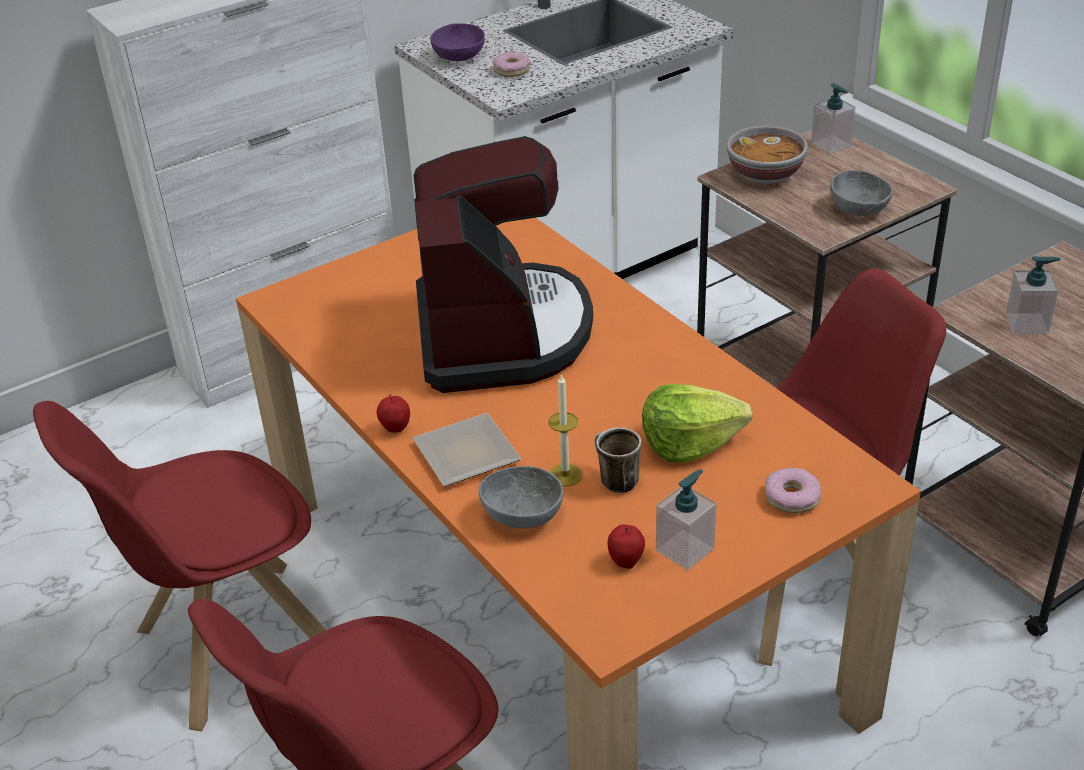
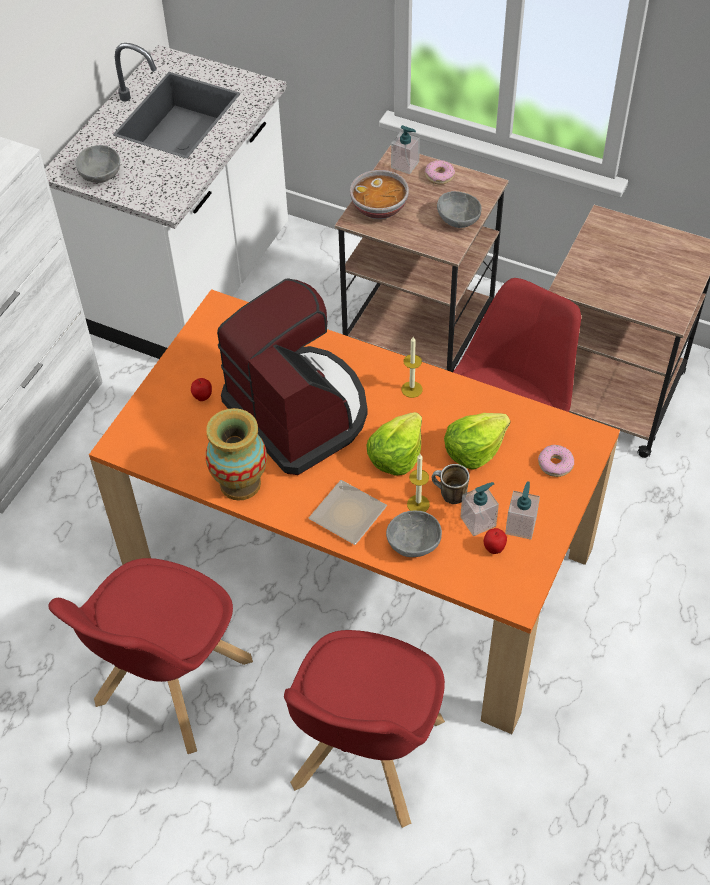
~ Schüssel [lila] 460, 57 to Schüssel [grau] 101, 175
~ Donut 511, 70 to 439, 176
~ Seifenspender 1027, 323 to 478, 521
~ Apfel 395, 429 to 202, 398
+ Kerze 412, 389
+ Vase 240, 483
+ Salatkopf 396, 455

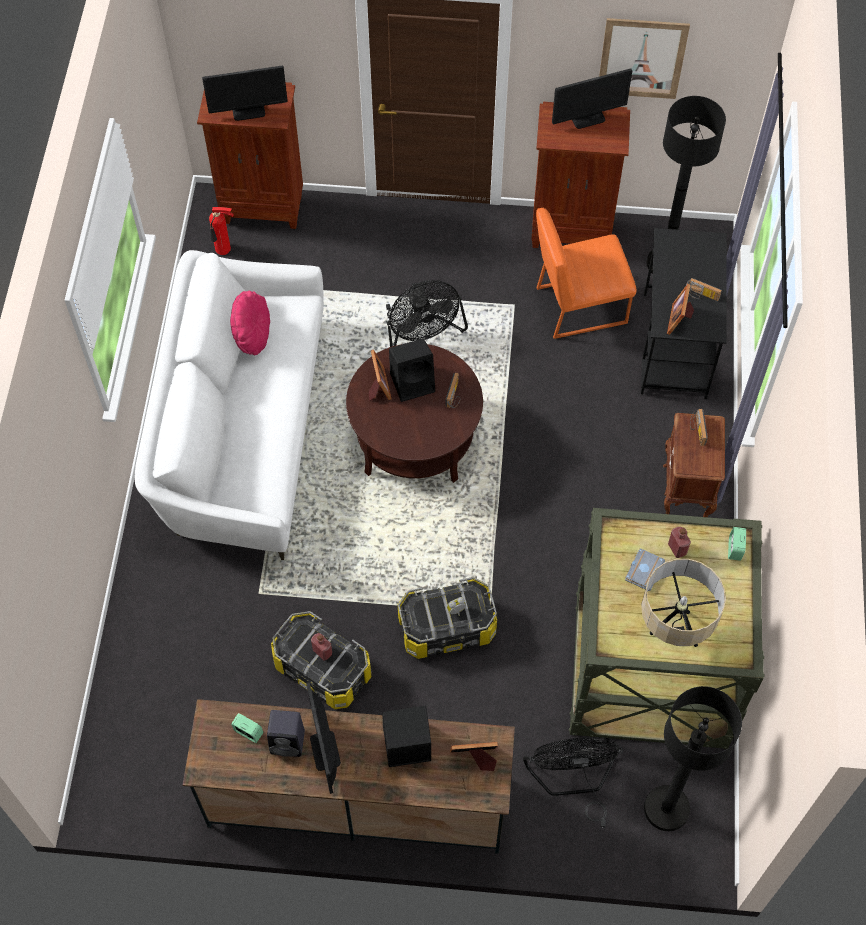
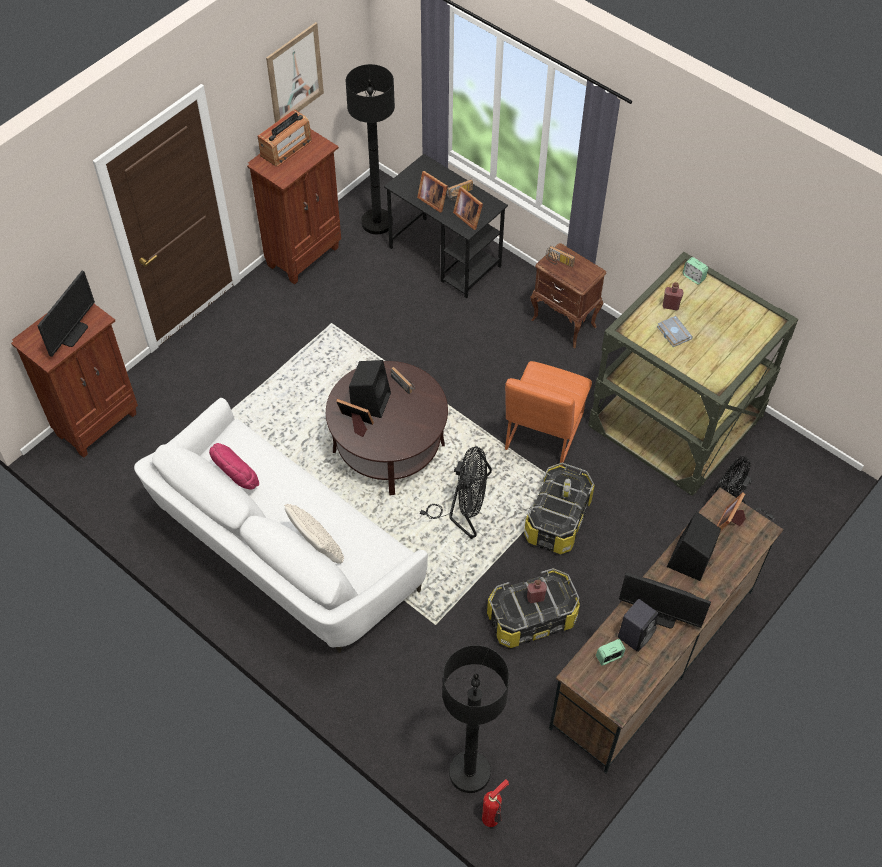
~ Monitor 587, 118 to Radio 286, 148
~ Feuerlöscher 223, 250 to 492, 818
~ Stuhl [orange] 578, 305 to 542, 433
~ Ventilator [schwarz] 419, 332 to 463, 506
- Tischlampe [beige] 673, 630
~ Stehlampe [schwarz] 666, 808 to 469, 772
+ Bilderrahmen 433, 200
+ Kissen [beige] 316, 548

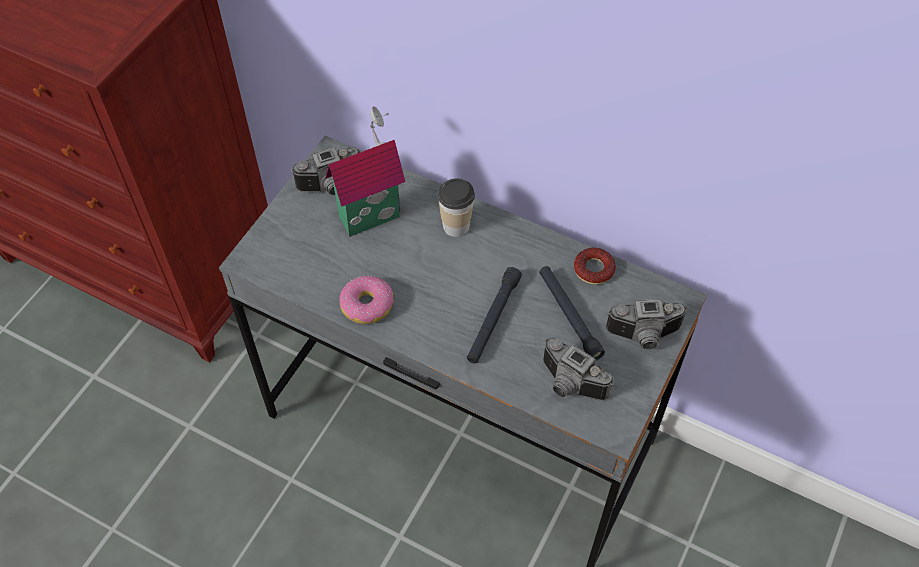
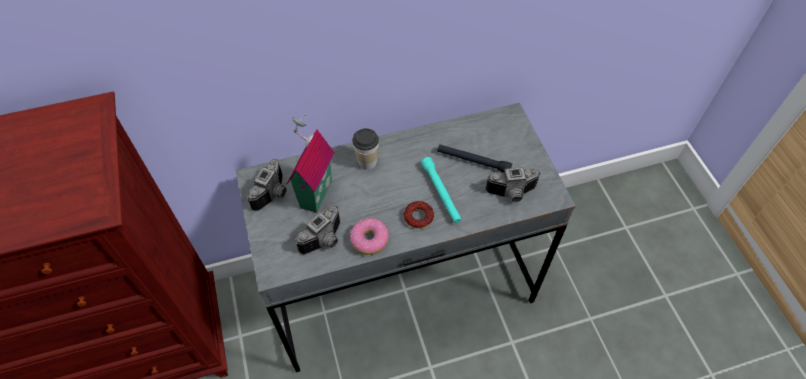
~ Donut 594, 269 to 418, 217
~ Taschenlampe [schwarz] 493, 319 to Taschenlampe [türkis] 441, 193
~ Kamera 644, 337 to 325, 240

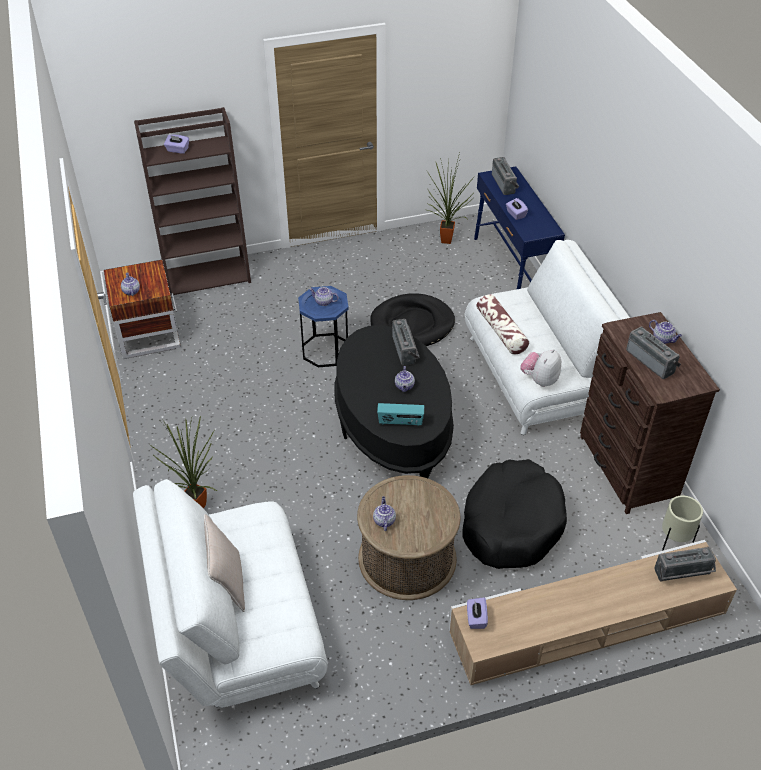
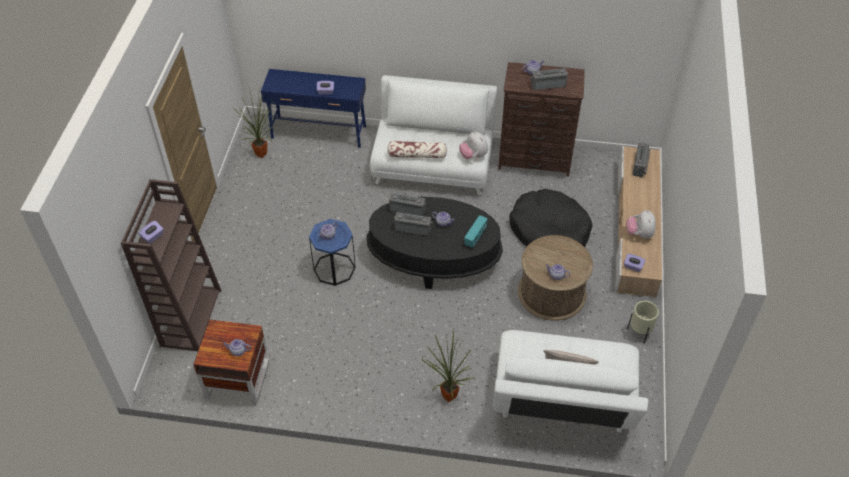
~ Radio 505, 184 to 413, 228
- Hundebett [schwarz] 412, 324
~ Pflanzkübel [beige] 674, 541 to 639, 333
+ Plüschtier 639, 234

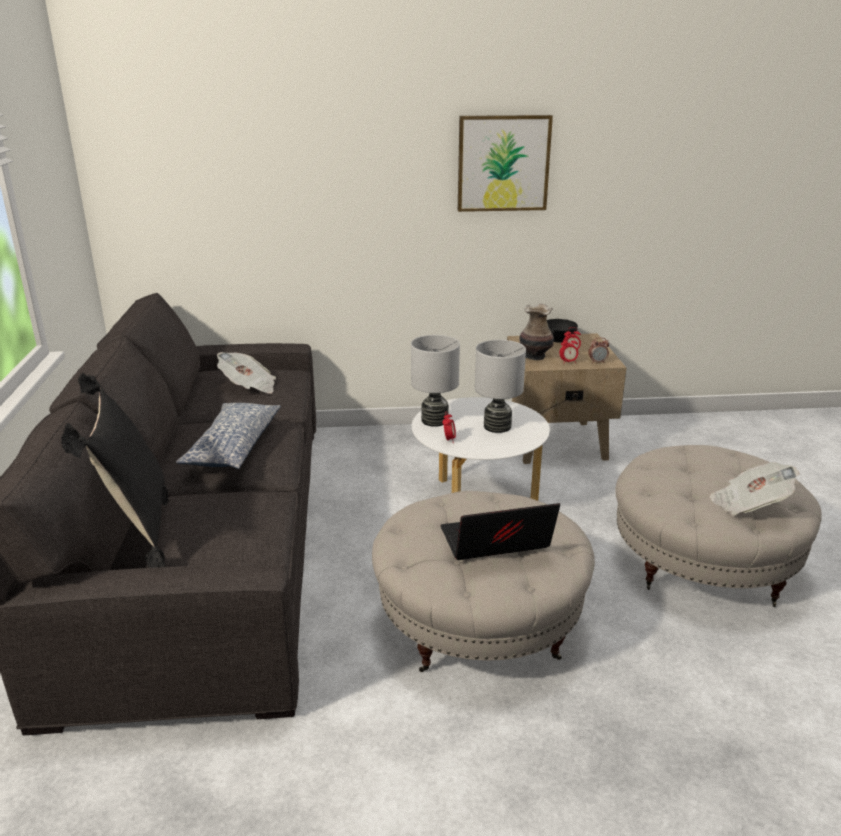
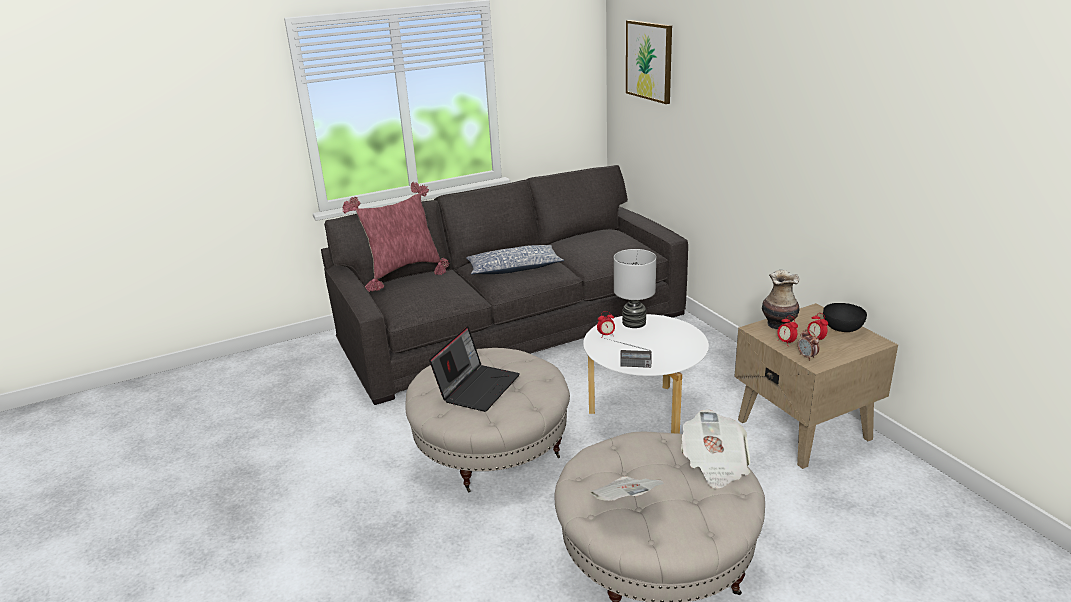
~ Bild 503, 163 to 649, 61
- Tischlampe [grau] 497, 427
~ Zeitung 249, 387 to 714, 465
~ Kissen [schwarz] 134, 538 to Kissen [rot] 403, 279
~ Laptop 494, 544 = 477, 387 60 degrees clockwise
+ Radio 627, 365

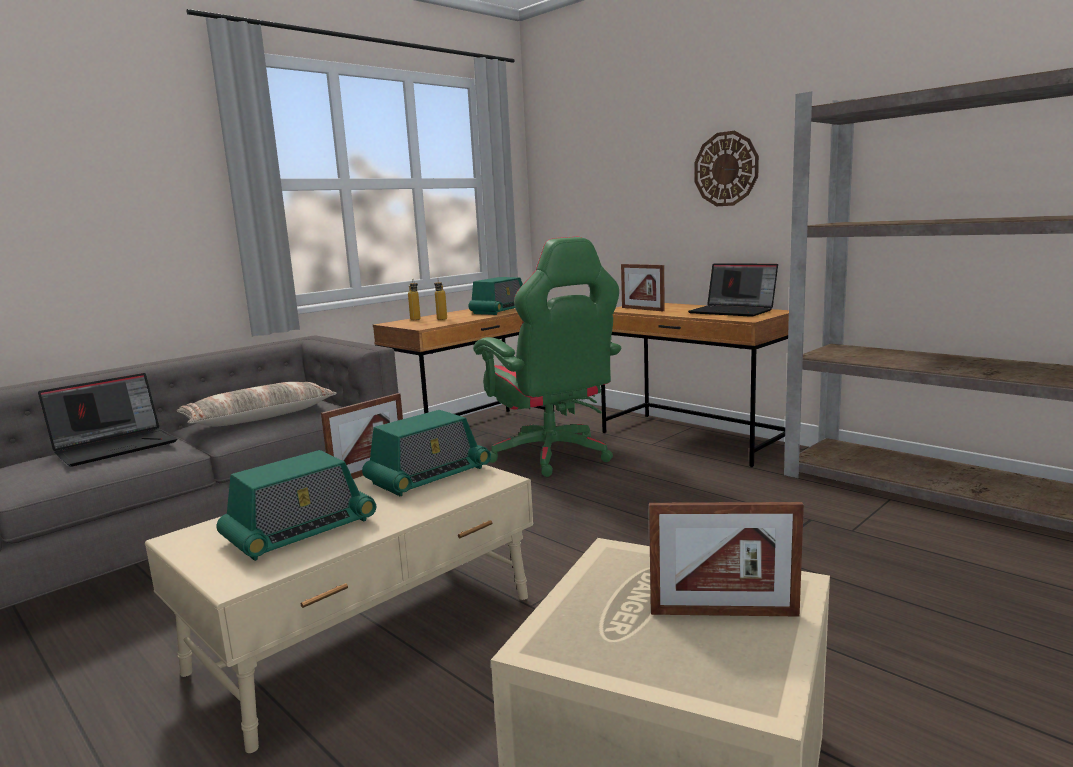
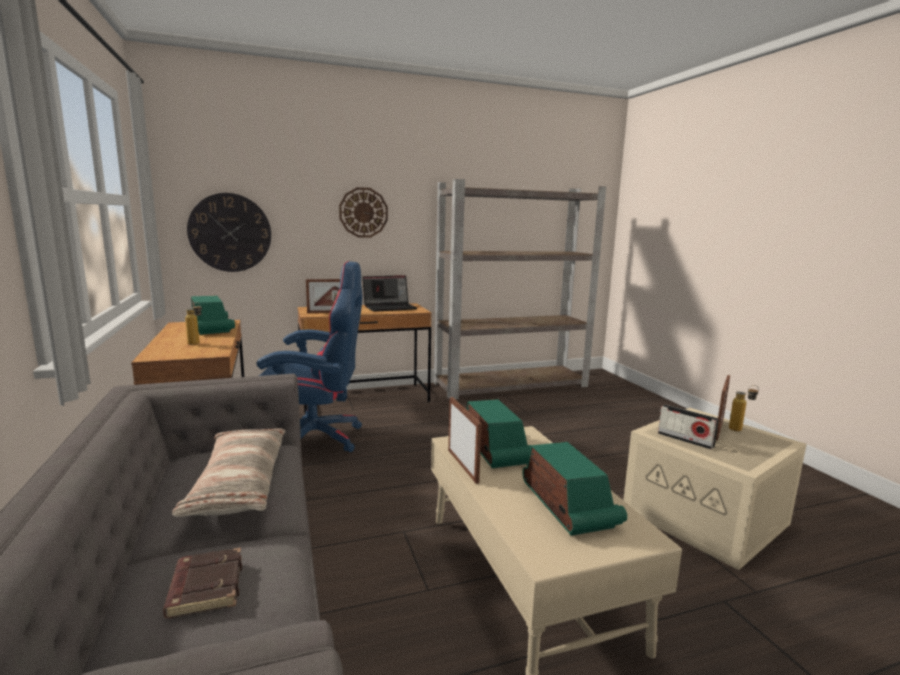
~ Bürostuhl [grün] 551, 455 to Bürostuhl [blau] 313, 439
~ Flasche 416, 320 to 740, 429
~ Laptop 116, 446 to Buch [braun] 205, 587
+ Wanduhr 230, 232
+ Radio 685, 440

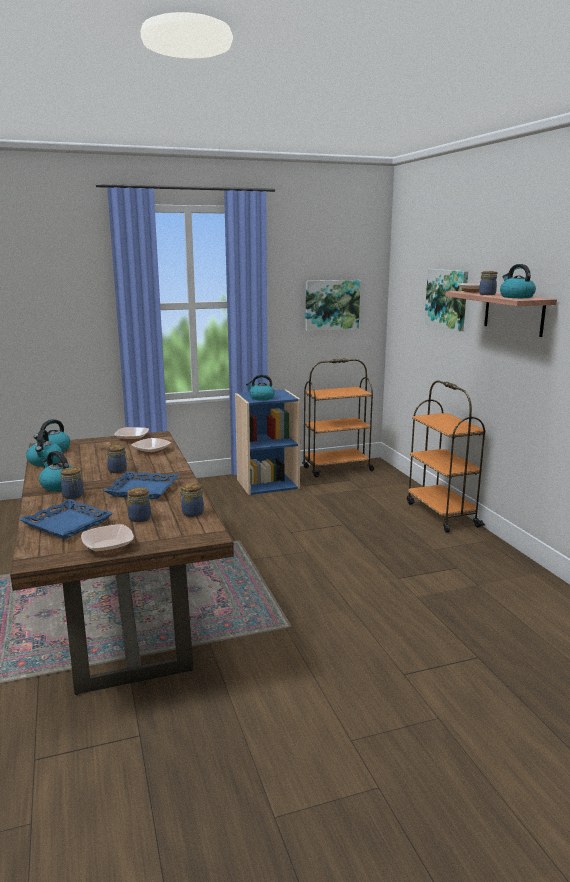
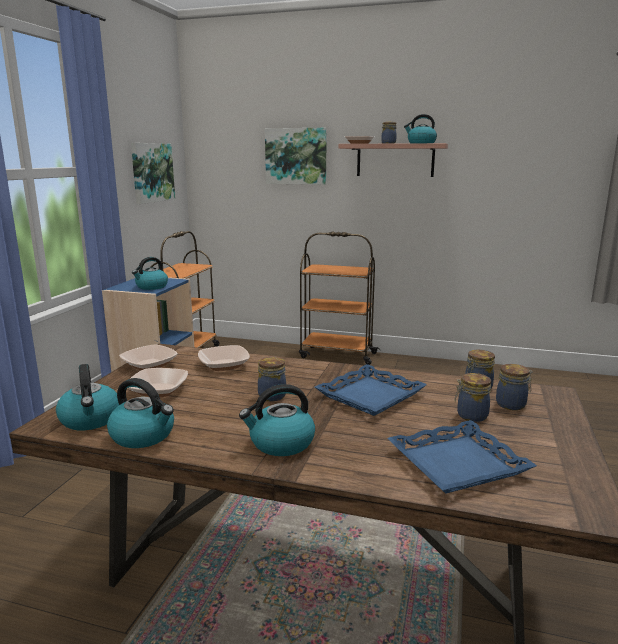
~ Vorratsglas 73, 496 to 512, 404
~ Schüssel 108, 546 to 158, 390

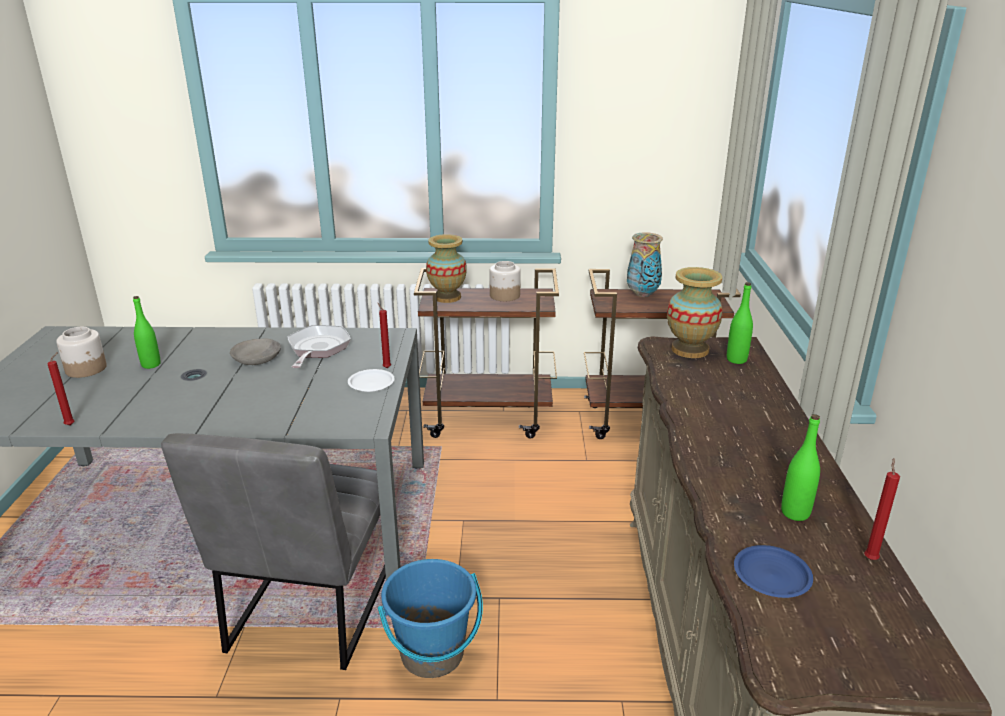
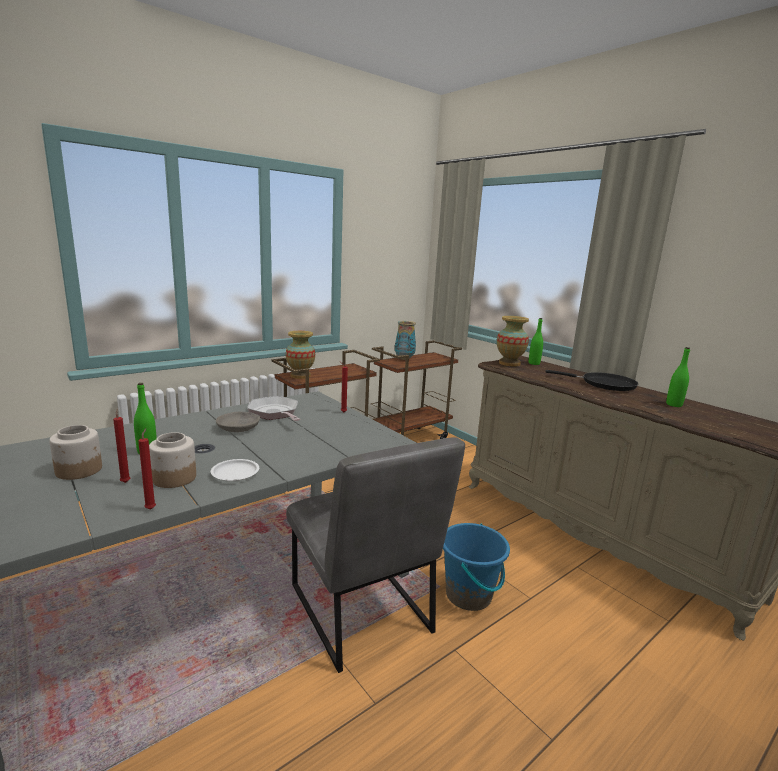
~ Vorratsglas 504, 295 to 174, 478
~ Teller [weiß] 371, 383 to 235, 473
~ Kerze [rot] 870, 558 to 125, 482
- Teller [blau] 772, 576
+ Pfanne [schwarz] 604, 384

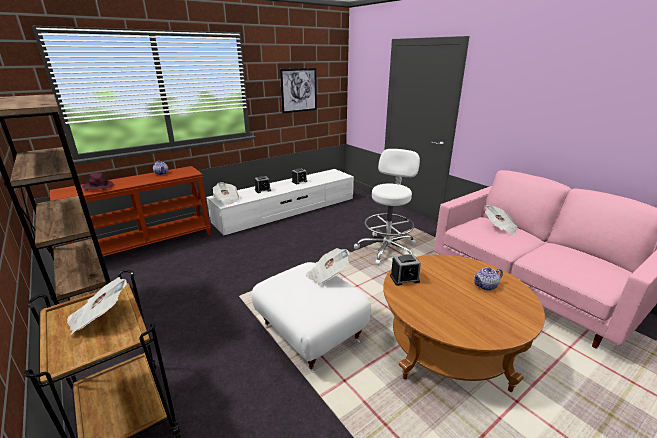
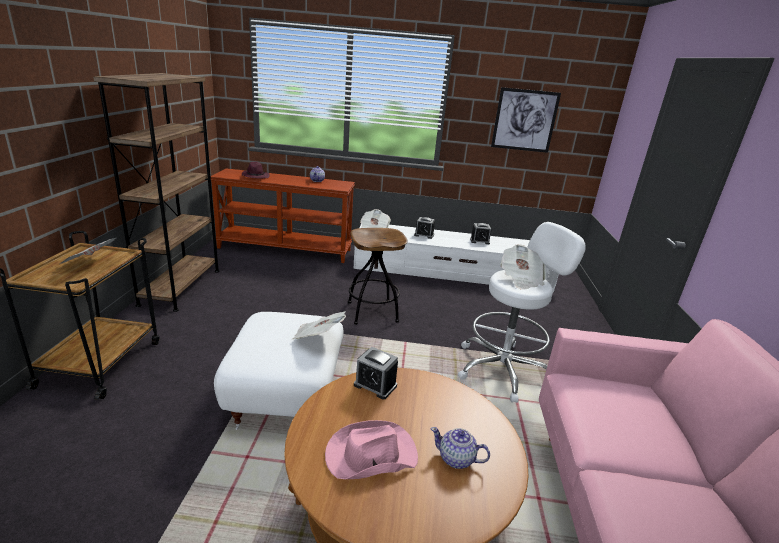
~ Zeitung 499, 228 to 521, 279
+ Hocker [braun] 373, 311
+ Hut [rosa] 370, 455

